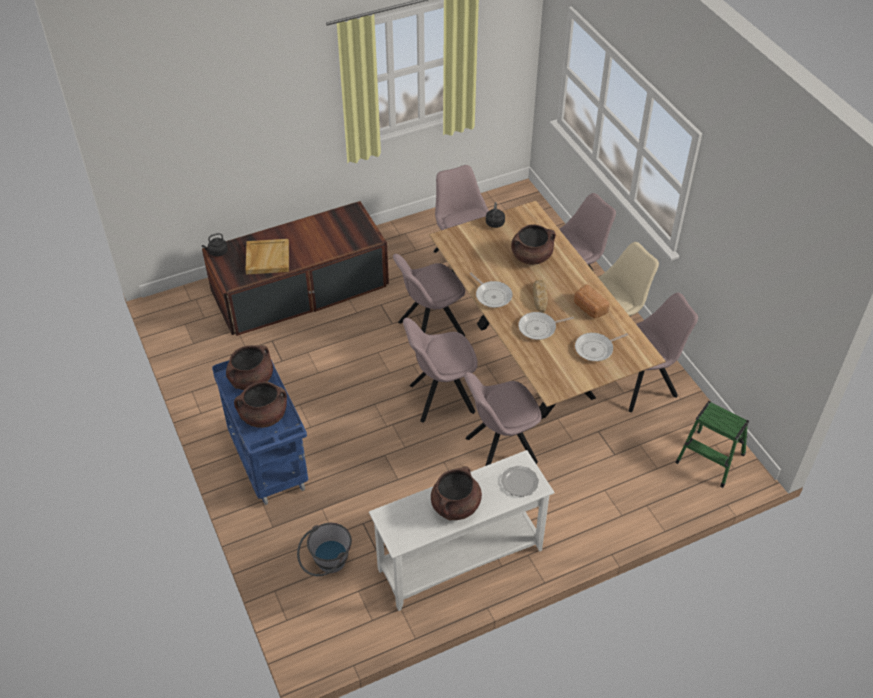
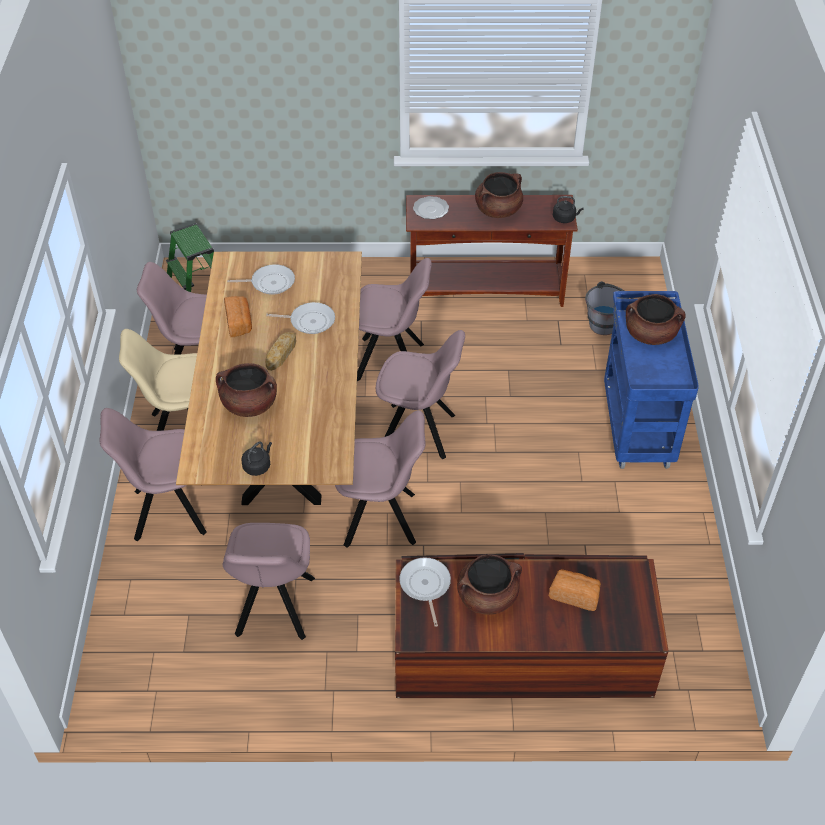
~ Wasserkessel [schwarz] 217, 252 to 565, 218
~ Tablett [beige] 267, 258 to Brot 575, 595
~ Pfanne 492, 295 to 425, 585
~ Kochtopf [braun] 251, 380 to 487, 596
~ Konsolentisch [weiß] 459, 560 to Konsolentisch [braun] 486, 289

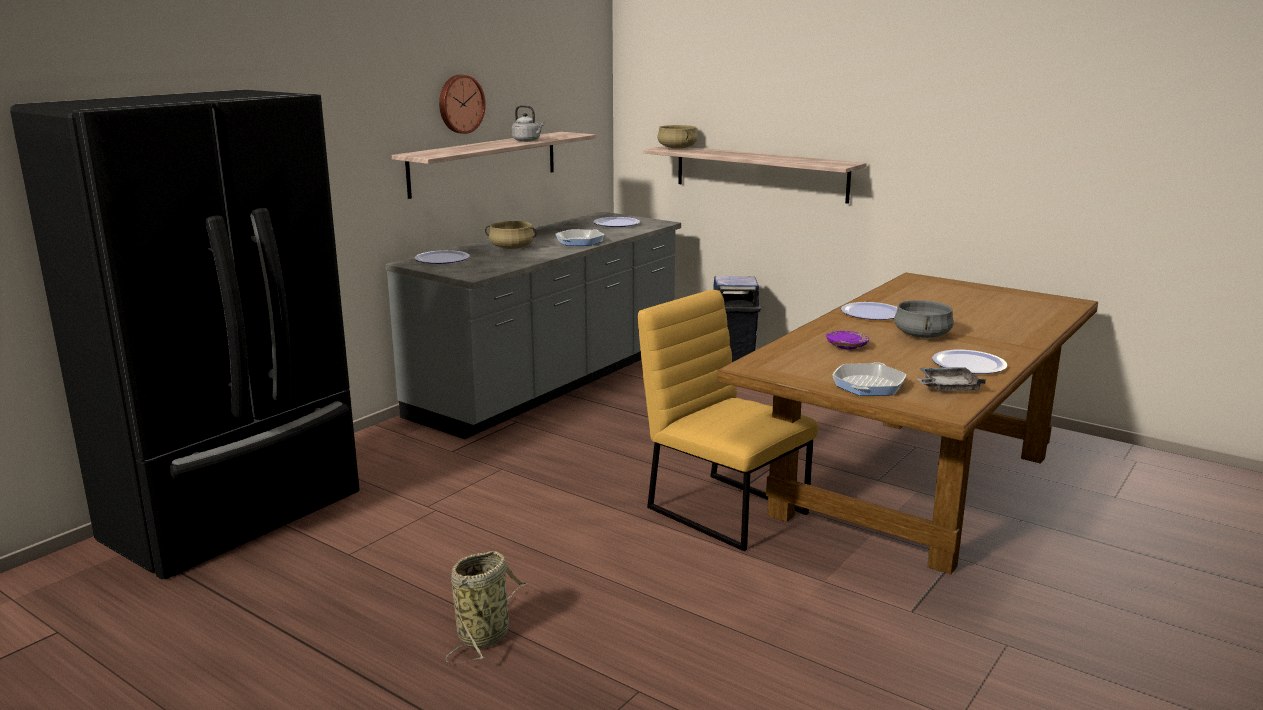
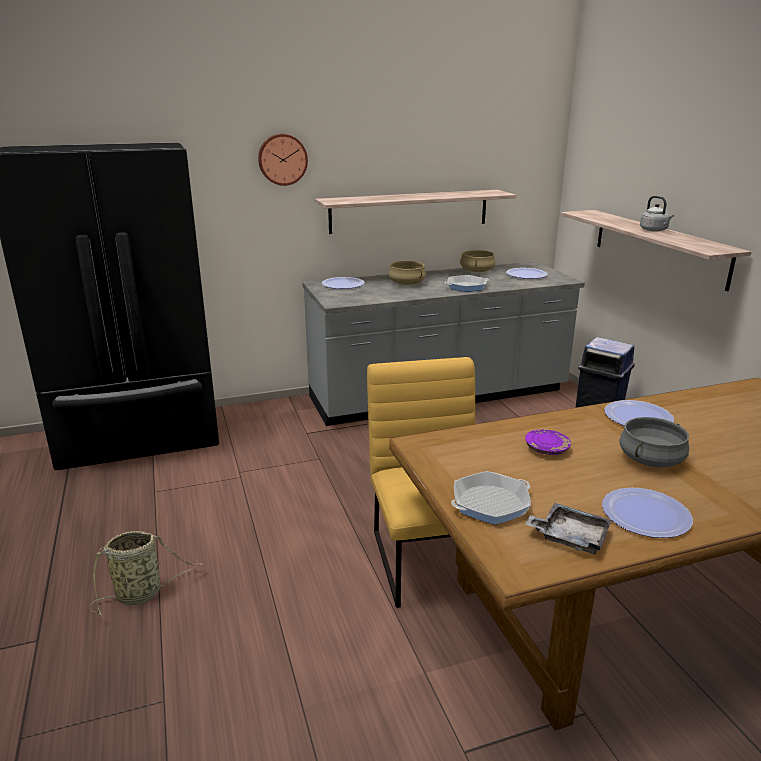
~ Wanduhr 460, 104 to 282, 159
~ Wasserkessel [grau] 527, 141 to 654, 230
~ Kochtopf [beige] 677, 148 to 476, 271

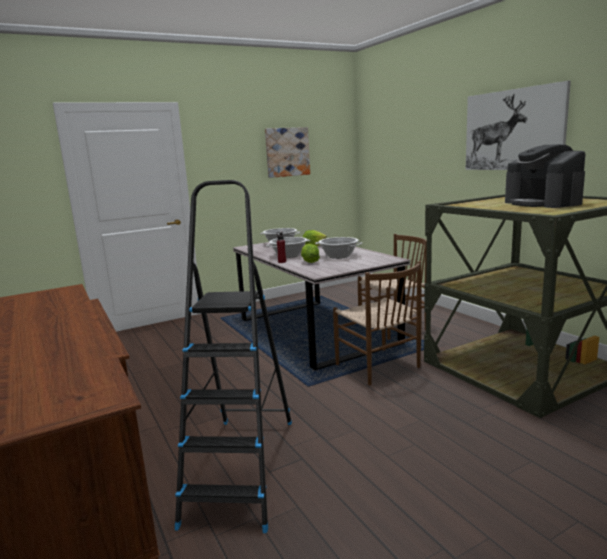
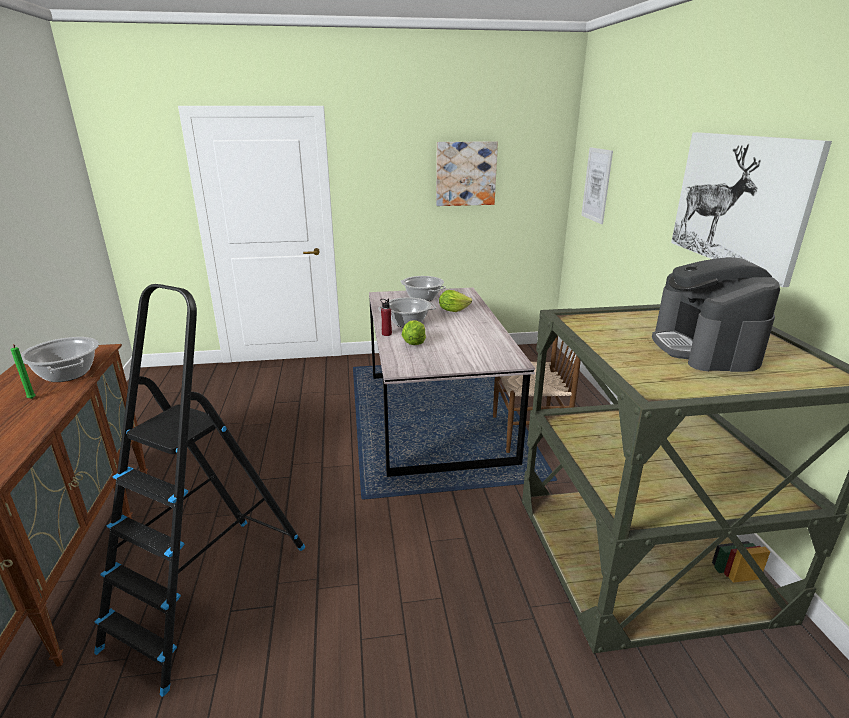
~ Kochtopf 338, 256 to 67, 374
- Stuhl [braun] 379, 368
+ Bild 596, 185
+ Kerze [grün] 32, 399

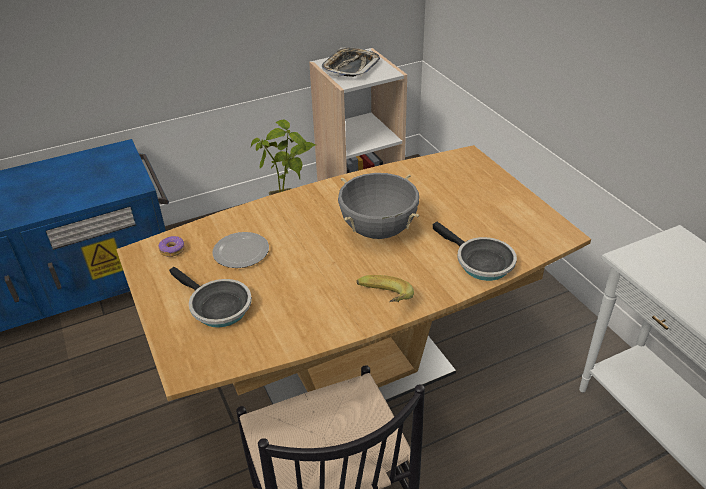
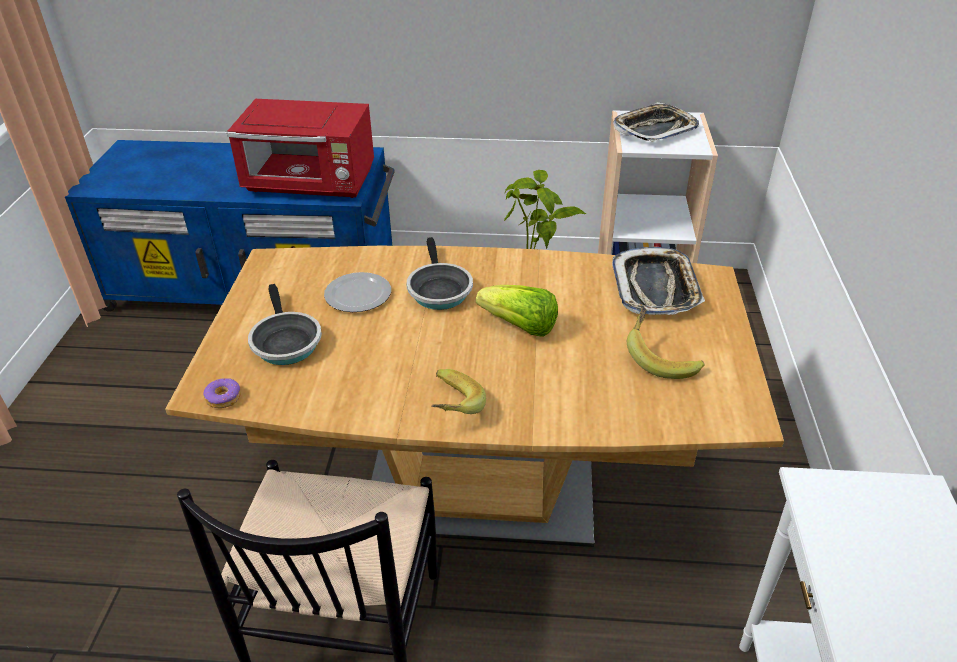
~ Kochtopf [grau] 378, 230 to Salatkopf 520, 326
~ Pfanne 480, 262 to 438, 289
~ Donut 172, 250 to 224, 398
+ Mikrowelle [rot] 311, 183
+ Tablett 656, 288
+ Banane 660, 358

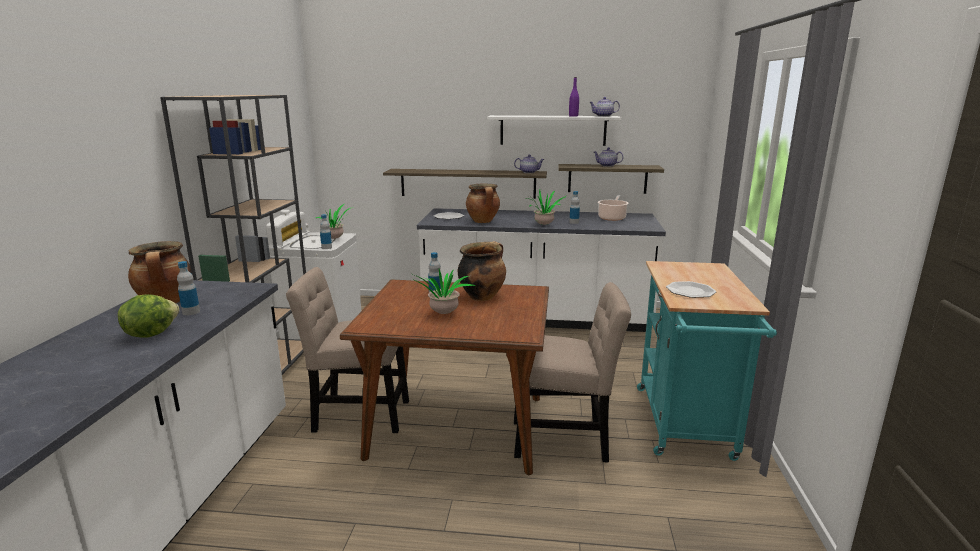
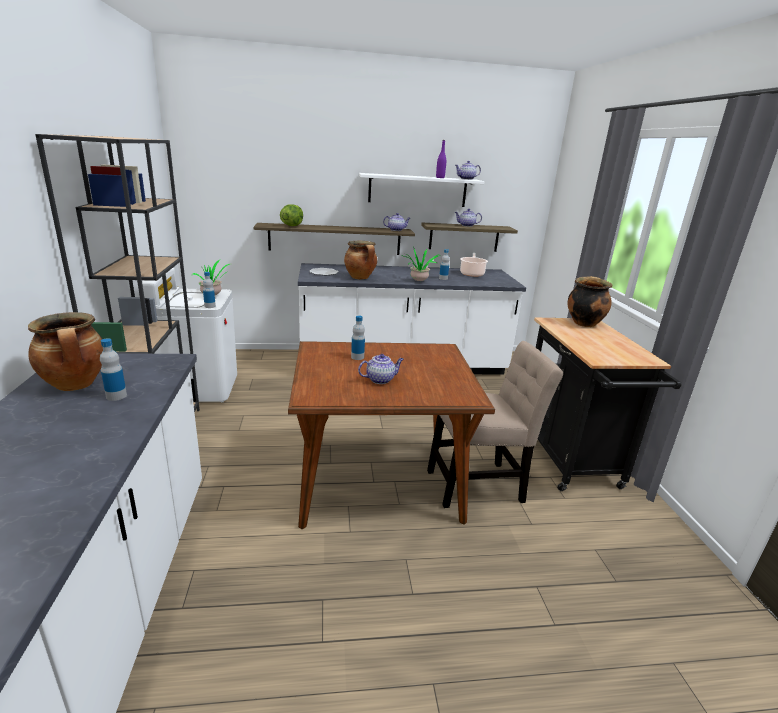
~ Kochtopf 482, 296 to 583, 323
~ Rollwagen [türkis] 686, 427 to Rollwagen [schwarz] 571, 461
- Stuhl [beige] 356, 415
~ Topfpflanze 443, 314 to Teekanne 380, 379
- Teller 690, 291
~ Salatkopf 151, 333 to 292, 225

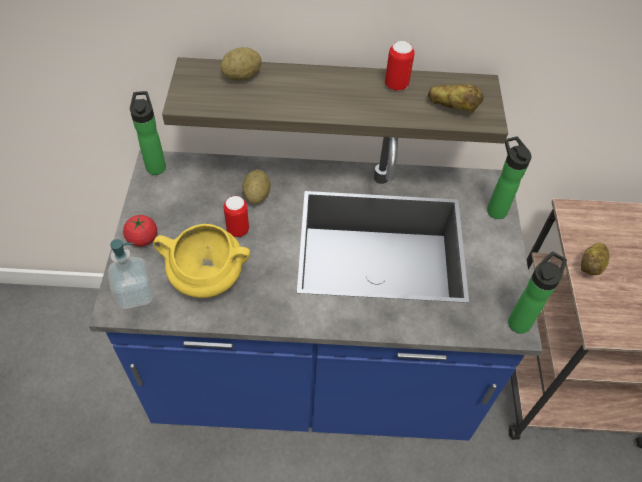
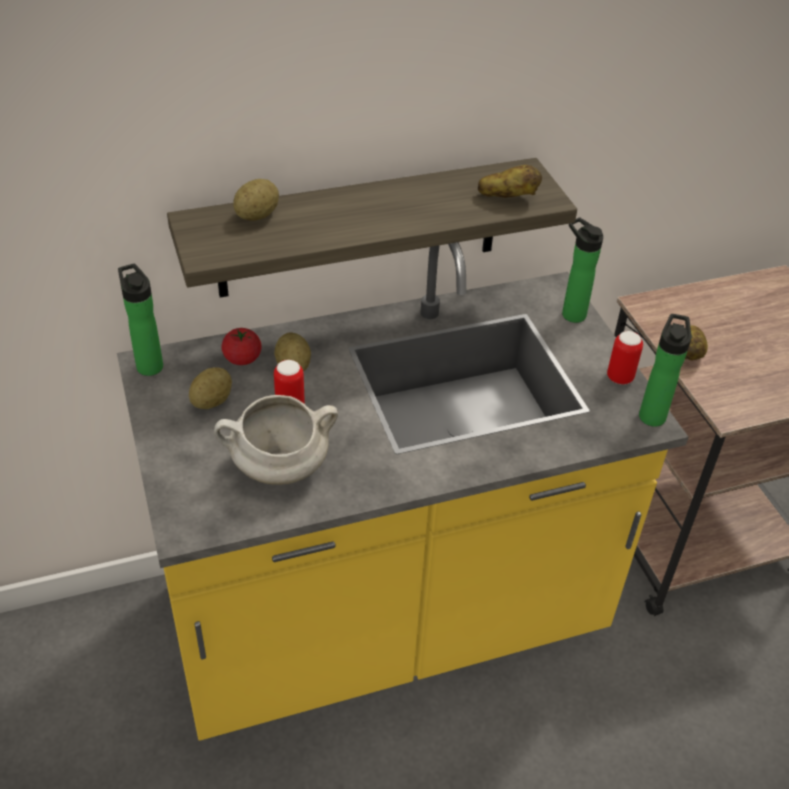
~ Dose 396, 85 to 620, 378
~ Küchenzeile [blau] 313, 375 to Küchenzeile [gelb] 383, 621
~ Tomate 142, 238 to 242, 358
~ Kochtopf [gelb] 206, 278 to Kochtopf [weiß] 278, 468
- Seifenspender 135, 294
+ Kartoffel 212, 401

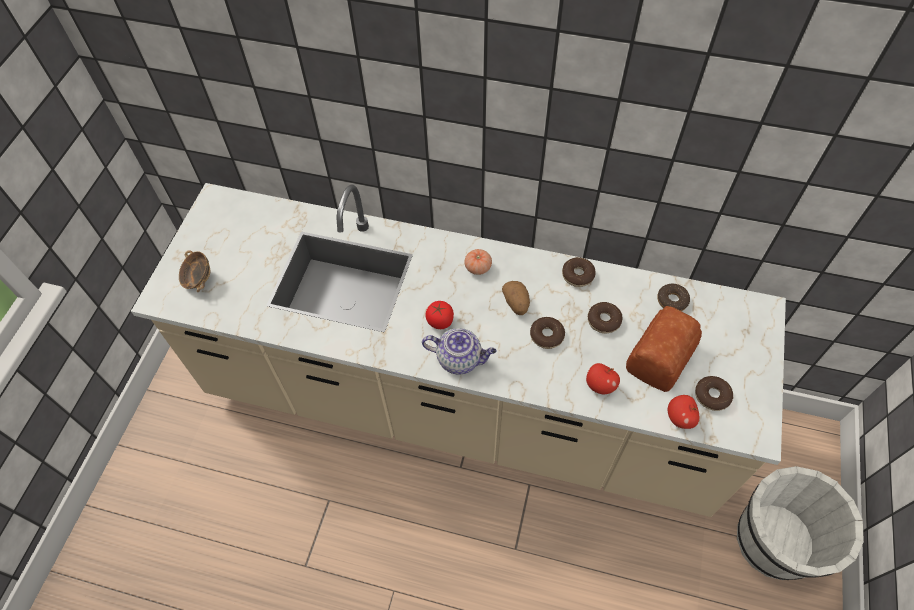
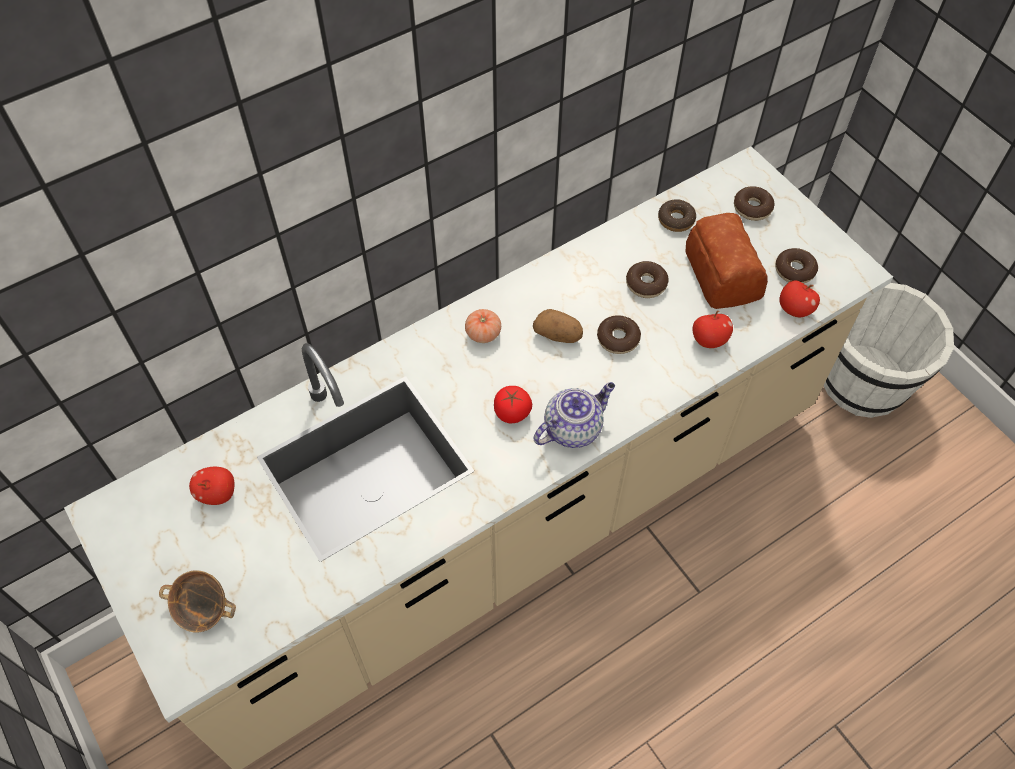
~ Donut 578, 275 to 752, 208
+ Apfel 217, 494

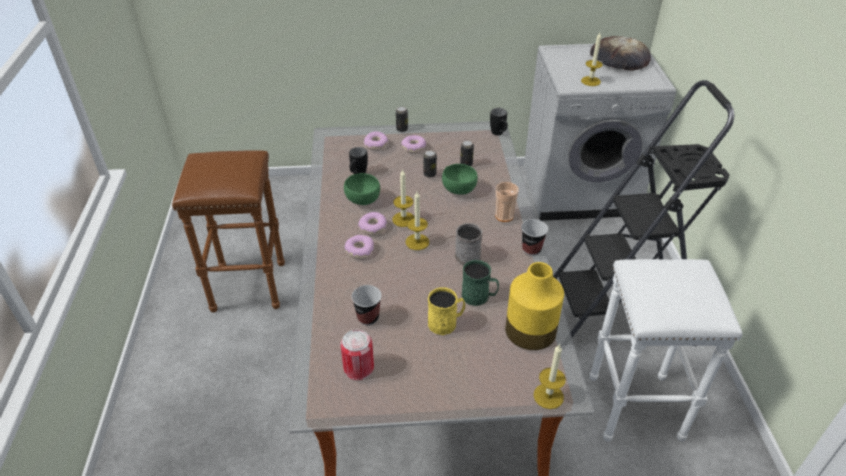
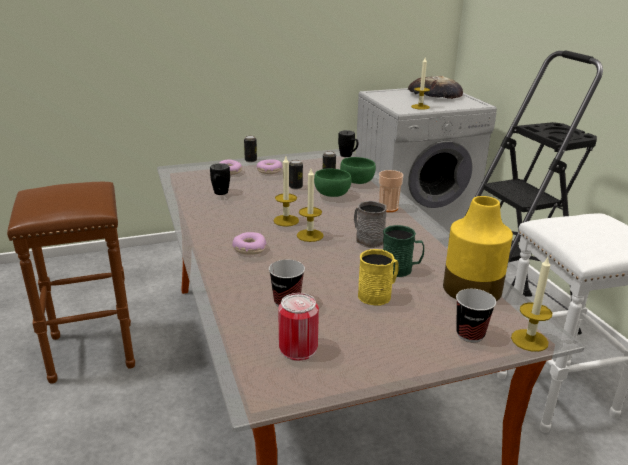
~ Schüssel [grün] 363, 200 to 357, 182
- Donut 373, 227
~ Tasse 531, 249 to 470, 334

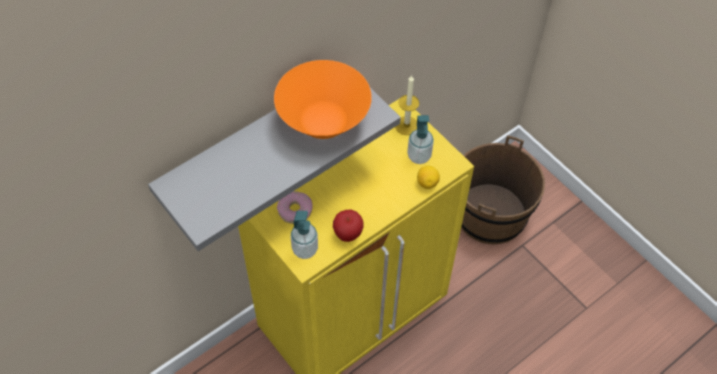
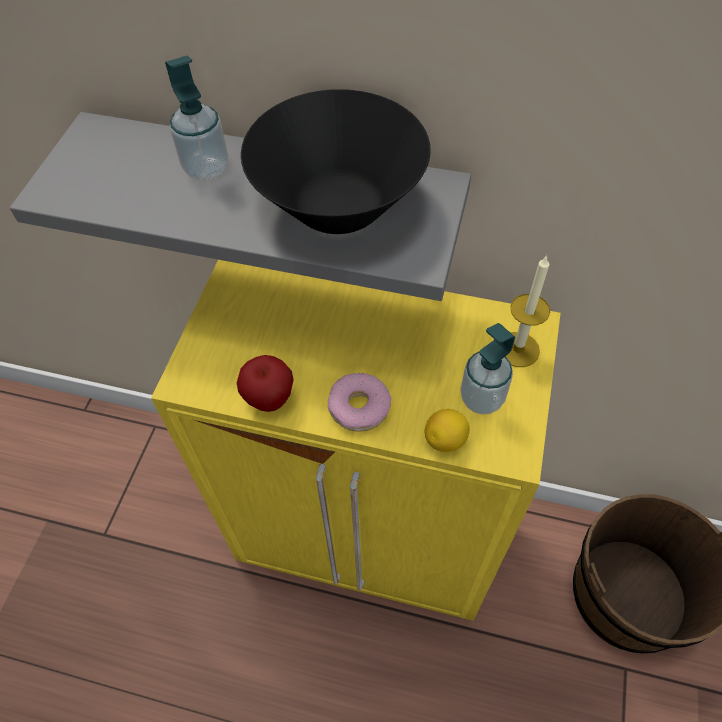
~ Schüssel [orange] 324, 121 to Schüssel [schwarz] 339, 206
~ Donut 295, 210 to 359, 407
~ Seifenspender 305, 250 to 206, 169

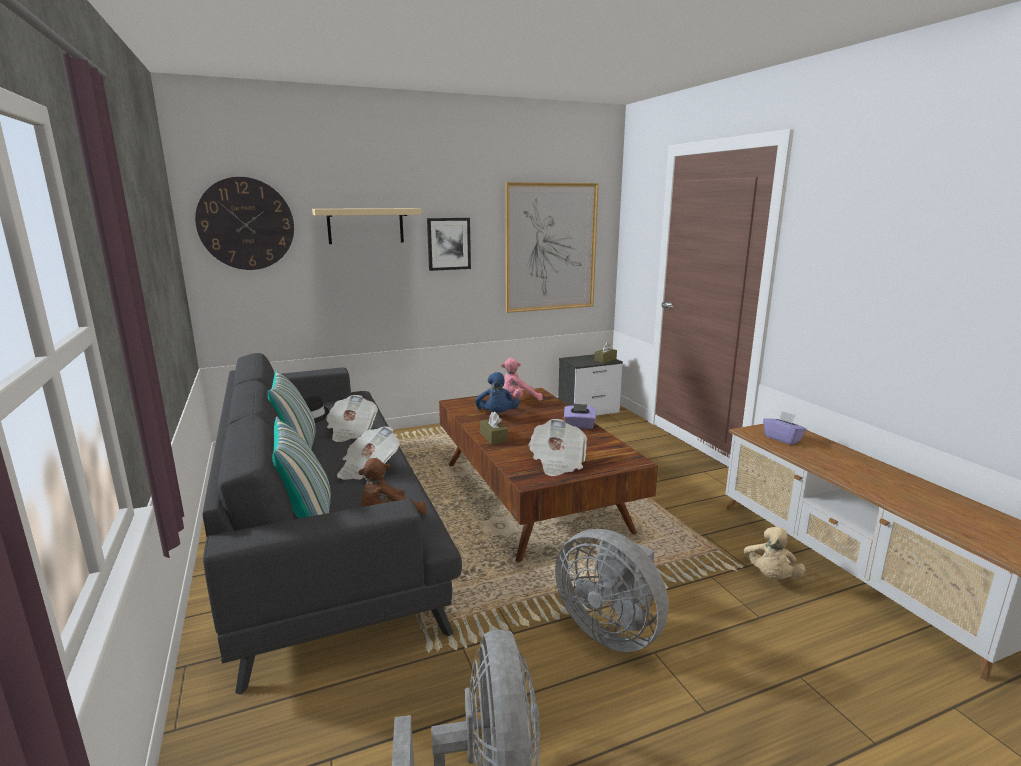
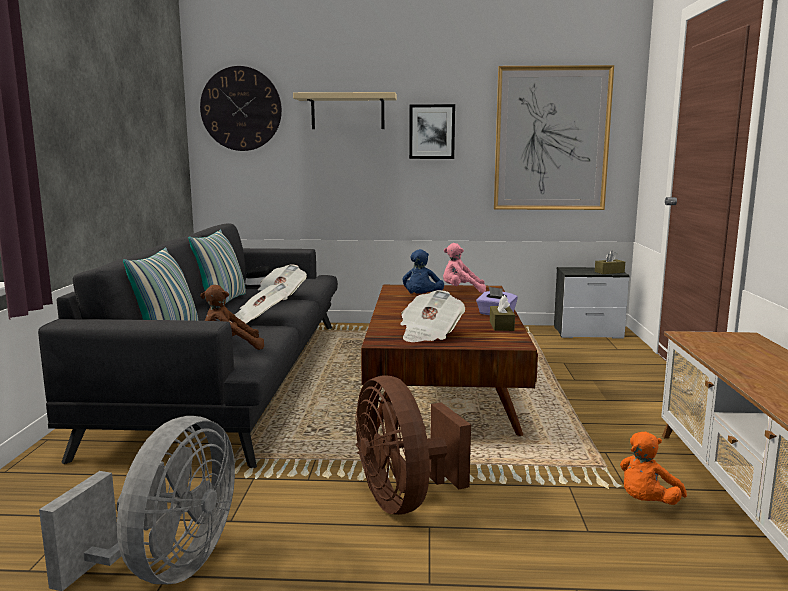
- Taschentuchbox [lila] 782, 439
~ Taschentuchbox [braun] 493, 437 to 501, 326
~ Plüschtier [beige] 770, 577 to Plüschtier [orange] 646, 502
~ Ventilator [grau] 610, 629 to Ventilator [braun] 404, 499

